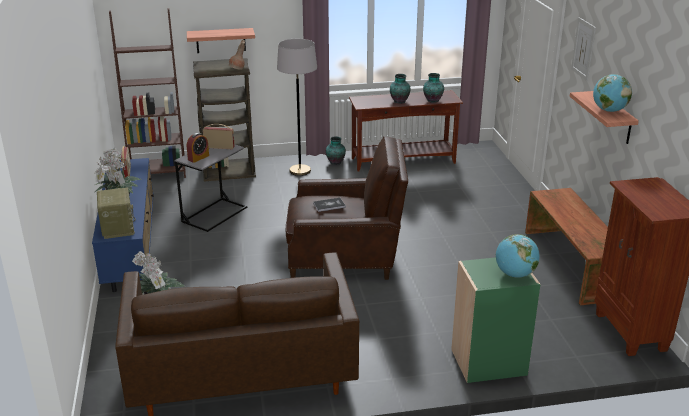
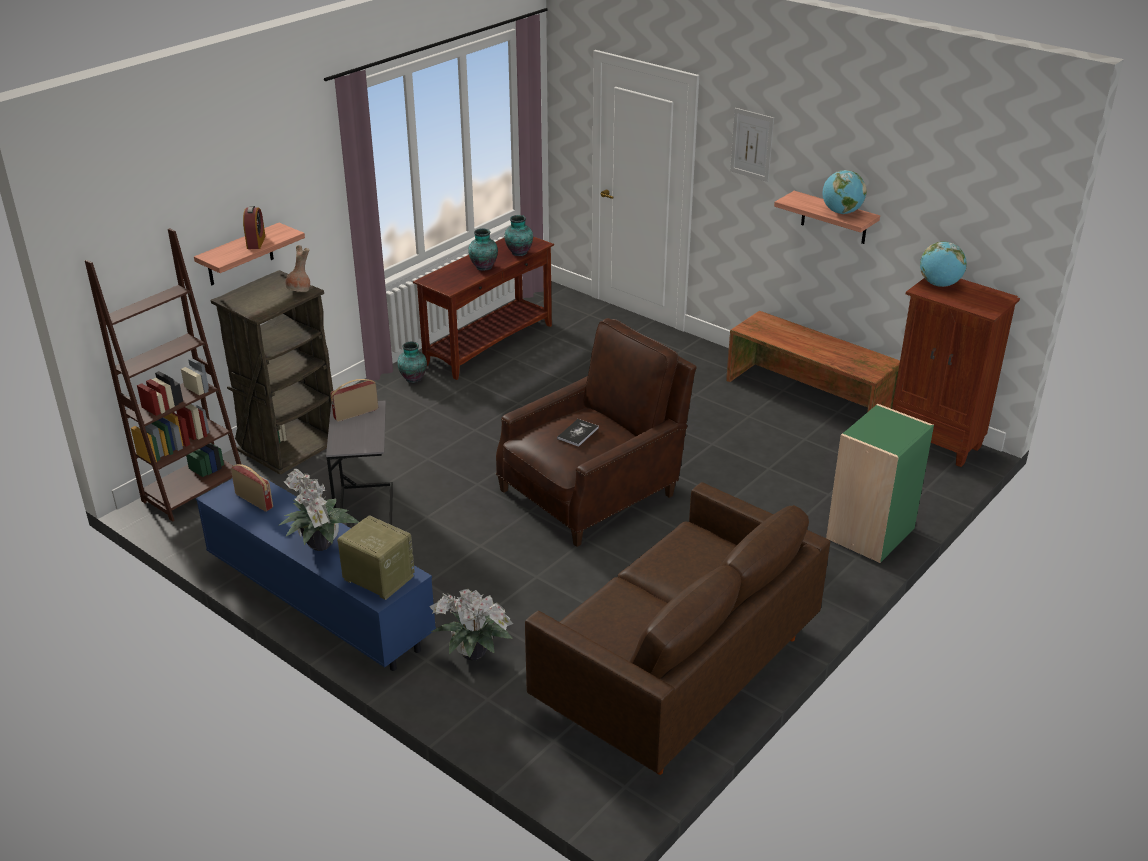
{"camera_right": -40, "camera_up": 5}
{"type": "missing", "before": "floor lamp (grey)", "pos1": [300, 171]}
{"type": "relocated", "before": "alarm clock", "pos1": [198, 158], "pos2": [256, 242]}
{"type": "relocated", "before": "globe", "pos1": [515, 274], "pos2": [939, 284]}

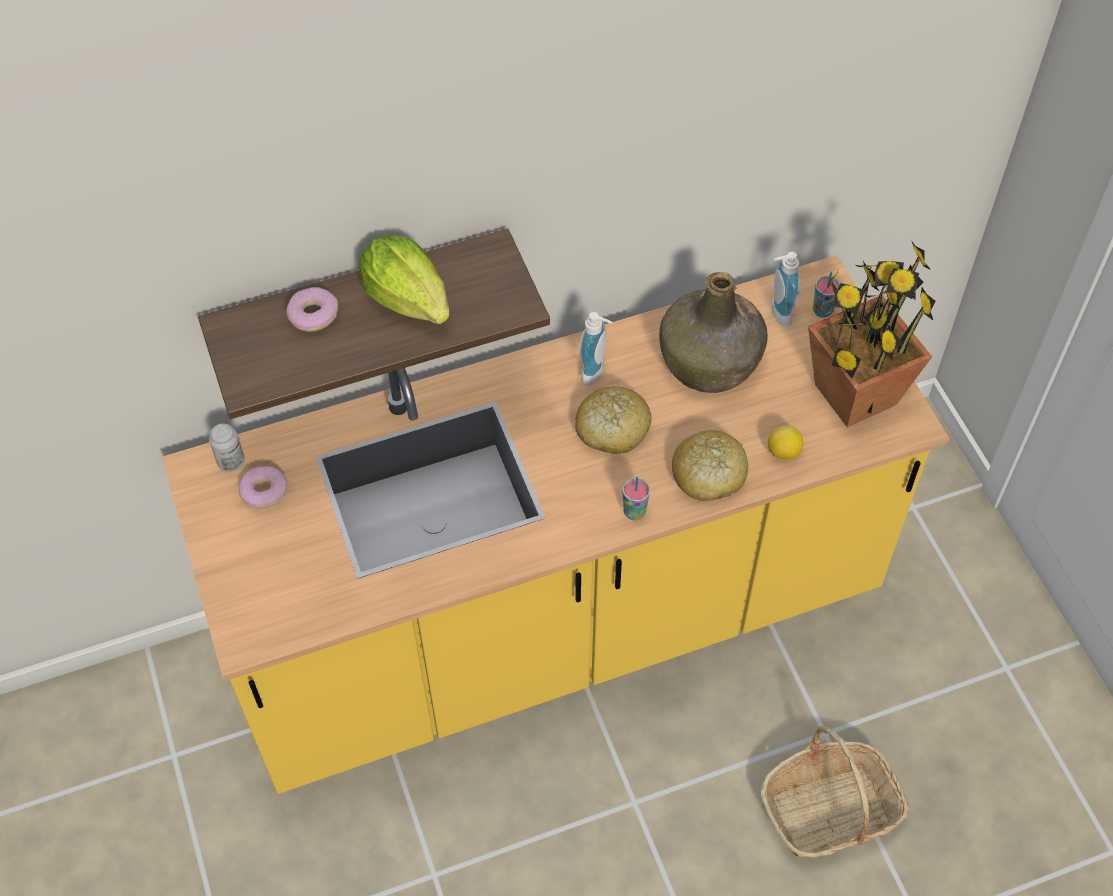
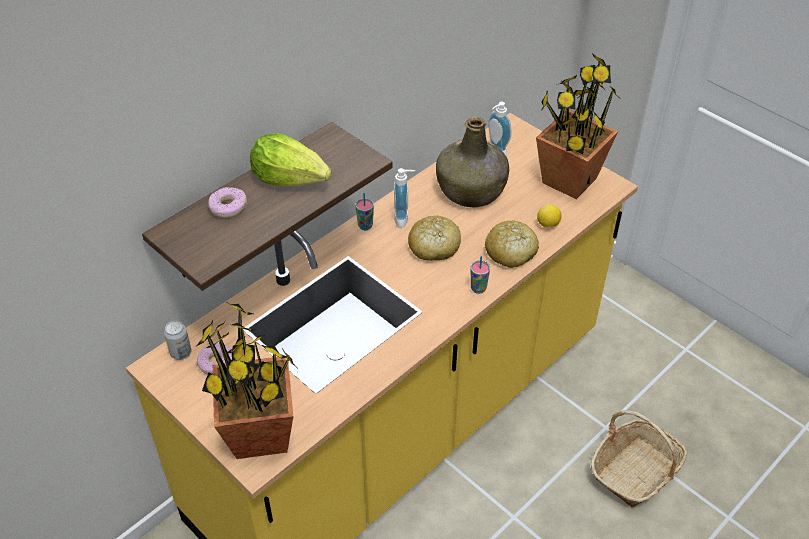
{"camera_right": -25, "camera_up": -10}
{"type": "appeared", "after": "potted plant", "pos2": [261, 434]}
{"type": "relocated", "before": "cup", "pos1": [822, 311], "pos2": [365, 226]}

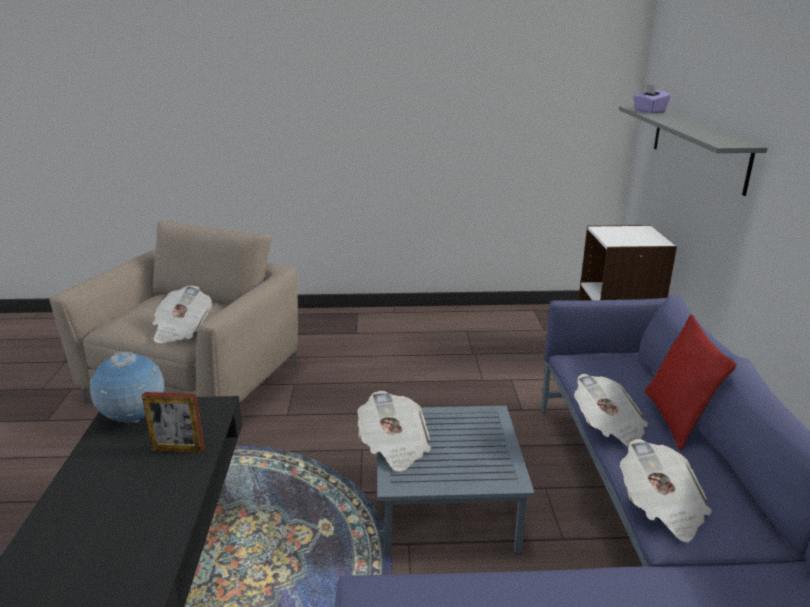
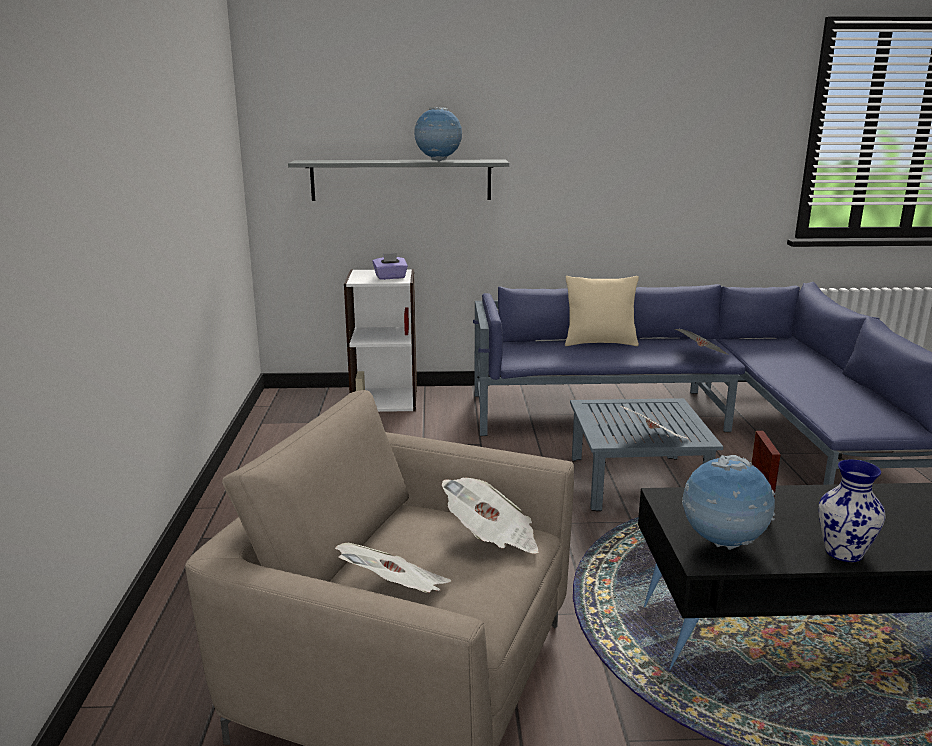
{"camera_right": -90, "camera_up": -5}
{"type": "appeared", "after": "globe", "pos2": [438, 161]}
{"type": "appeared", "after": "vase", "pos2": [845, 553]}
{"type": "relocated", "before": "newspaper", "pos1": [609, 428], "pos2": [396, 593]}
{"type": "relocated", "before": "tissue box (purple)", "pos1": [649, 111], "pos2": [390, 277]}
{"type": "colour", "before": "pillow (red)", "after": "pillow (beige)", "pos1": [675, 419], "pos2": [600, 343]}

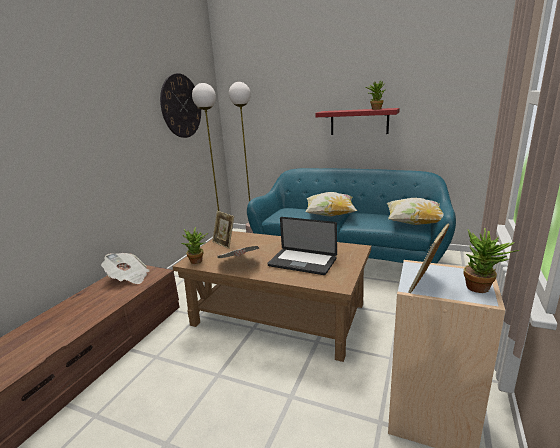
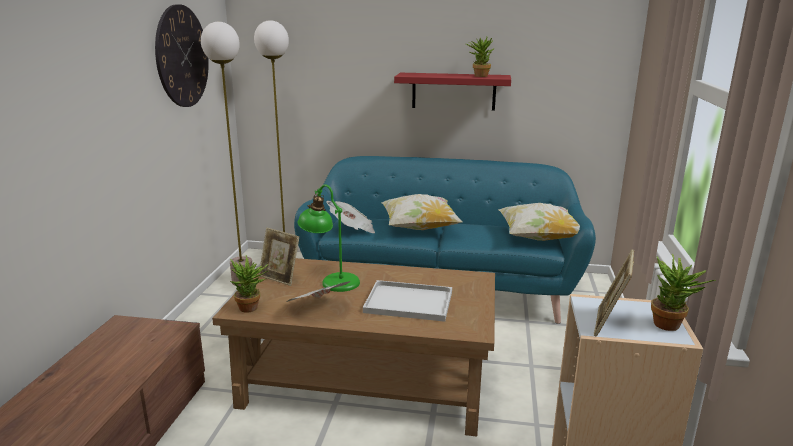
{"camera_right": -15, "camera_up": 0}
{"type": "appeared", "after": "table lamp (green)", "pos2": [329, 278]}
{"type": "relocated", "before": "newspaper", "pos1": [128, 278], "pos2": [352, 229]}
{"type": "exchanged", "before": "laptop", "after": "tray (white)", "pos1": [302, 262], "pos2": [410, 302]}

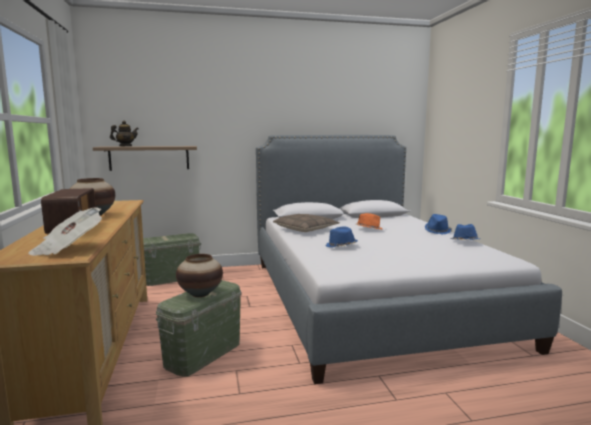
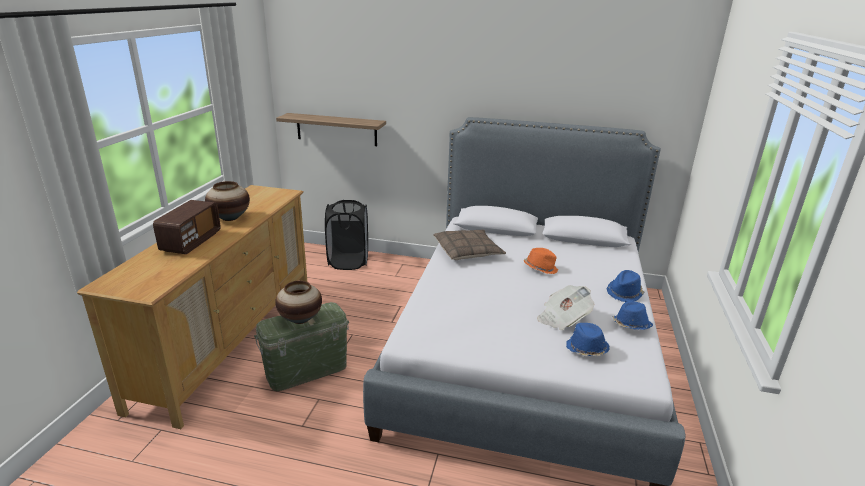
{"camera_right": 25, "camera_up": 15}
{"type": "missing", "before": "teapot", "pos1": [125, 146]}
{"type": "relocated", "before": "newspaper", "pos1": [68, 249], "pos2": [562, 319]}
{"type": "relocated", "before": "hat (blue)", "pos1": [341, 246], "pos2": [586, 349]}
{"type": "exchanged", "before": "storage box (green)", "after": "laundry basket (black)", "pos1": [171, 278], "pos2": [348, 262]}

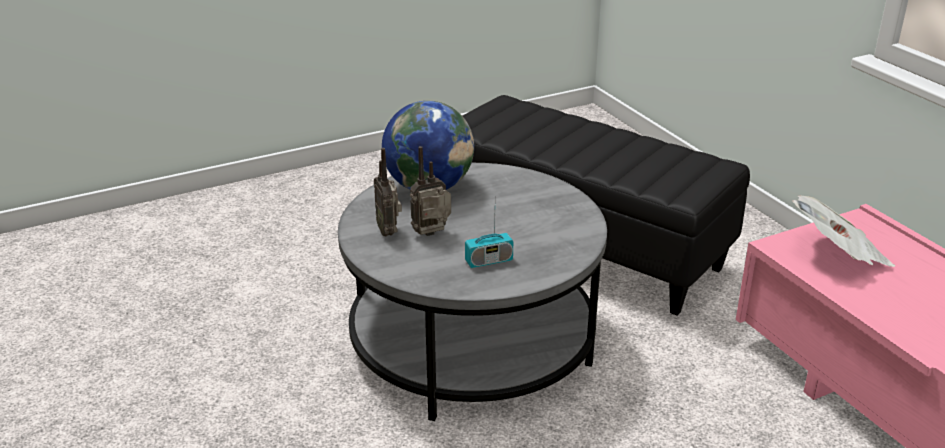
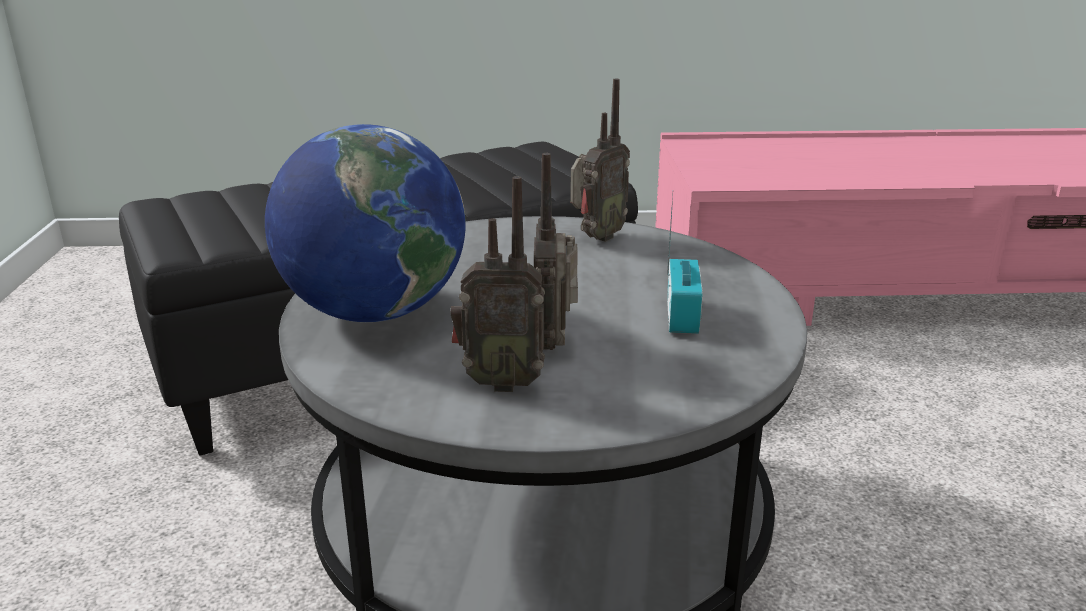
{"camera_right": -65, "camera_up": -5}
{"type": "missing", "before": "newspaper", "pos1": [838, 256]}
{"type": "appeared", "after": "radio", "pos2": [596, 238]}

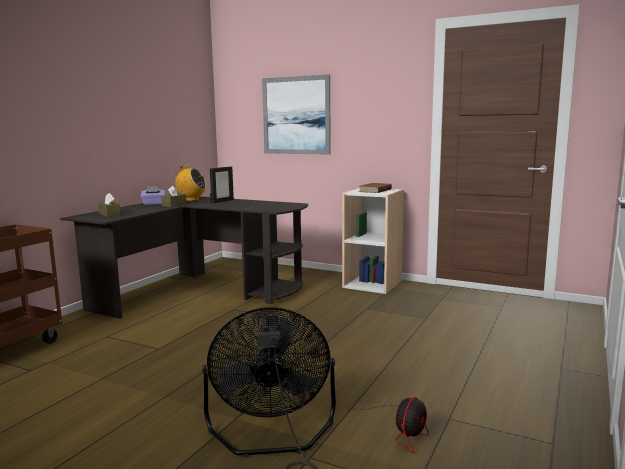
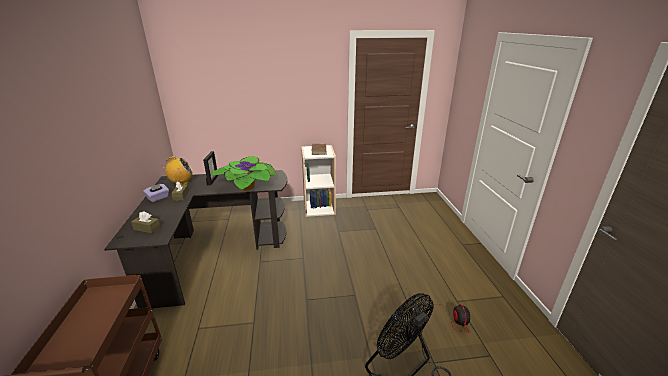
{"camera_right": -35, "camera_up": 15}
{"type": "missing", "before": "picture", "pos1": [296, 115]}
{"type": "appeared", "after": "potted plant", "pos2": [248, 187]}

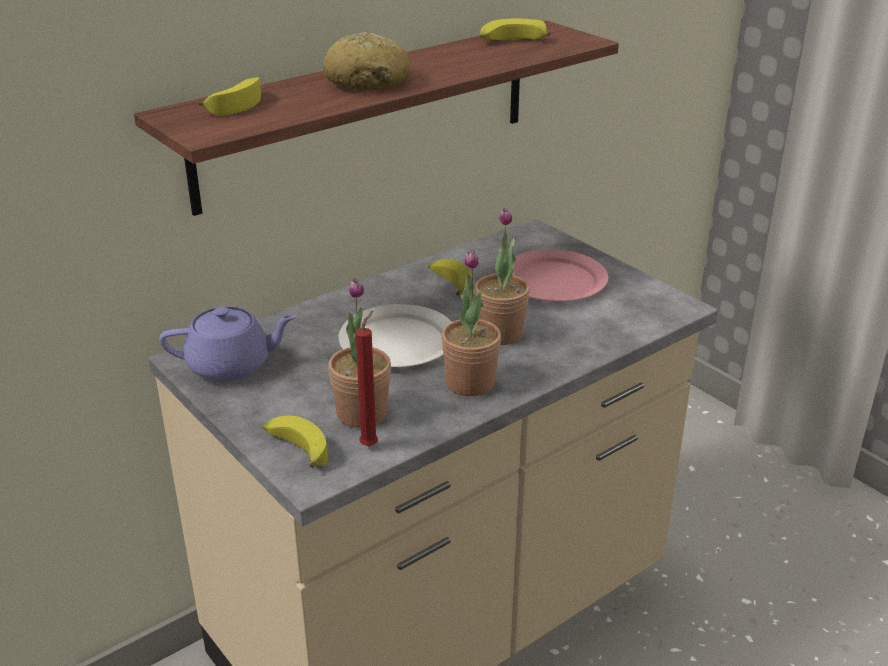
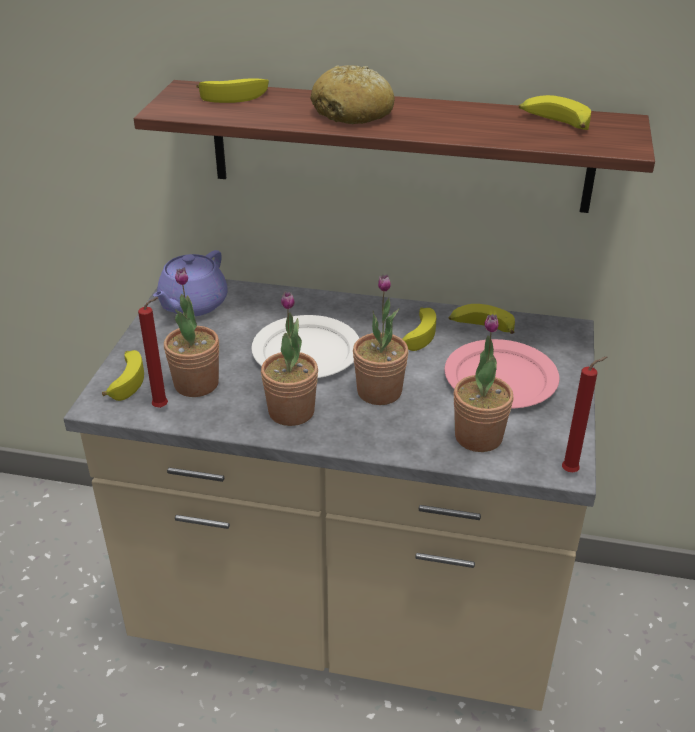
{"camera_right": 50, "camera_up": 5}
{"type": "appeared", "after": "banana", "pos2": [480, 327]}
{"type": "appeared", "after": "potted plant", "pos2": [478, 437]}
{"type": "appeared", "after": "candle (red)", "pos2": [572, 471]}
{"type": "spun", "before": "teapot (purple)", "pos1": [231, 365], "pos2": [192, 305], "turn": 75}

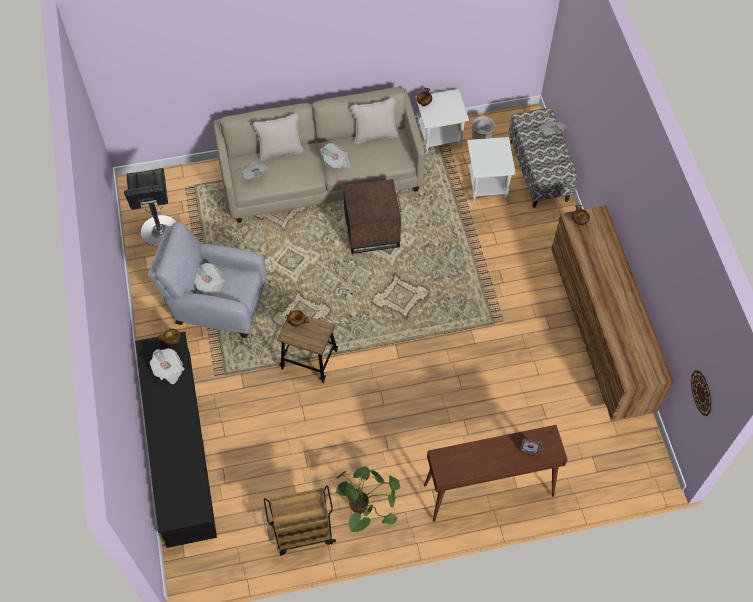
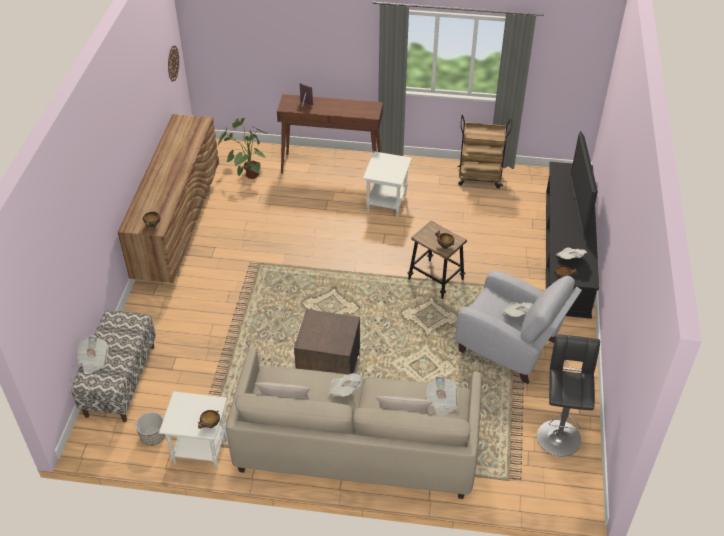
{"camera_right": -160, "camera_up": -15}
{"type": "appeared", "after": "television", "pos2": [577, 209]}
{"type": "relocated", "before": "potted plant", "pos1": [367, 509], "pos2": [247, 172]}
{"type": "relocated", "before": "side table (white)", "pos1": [487, 187], "pos2": [386, 203]}

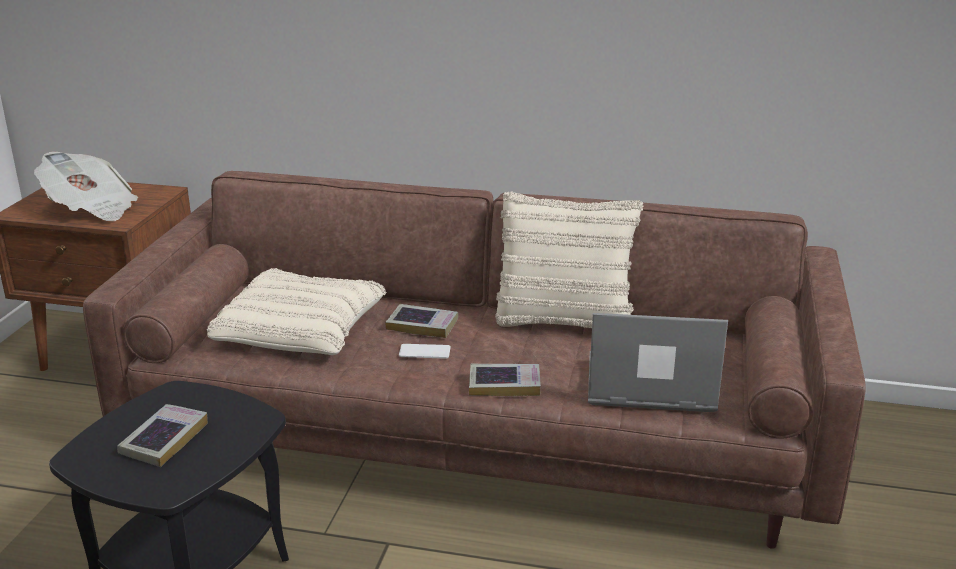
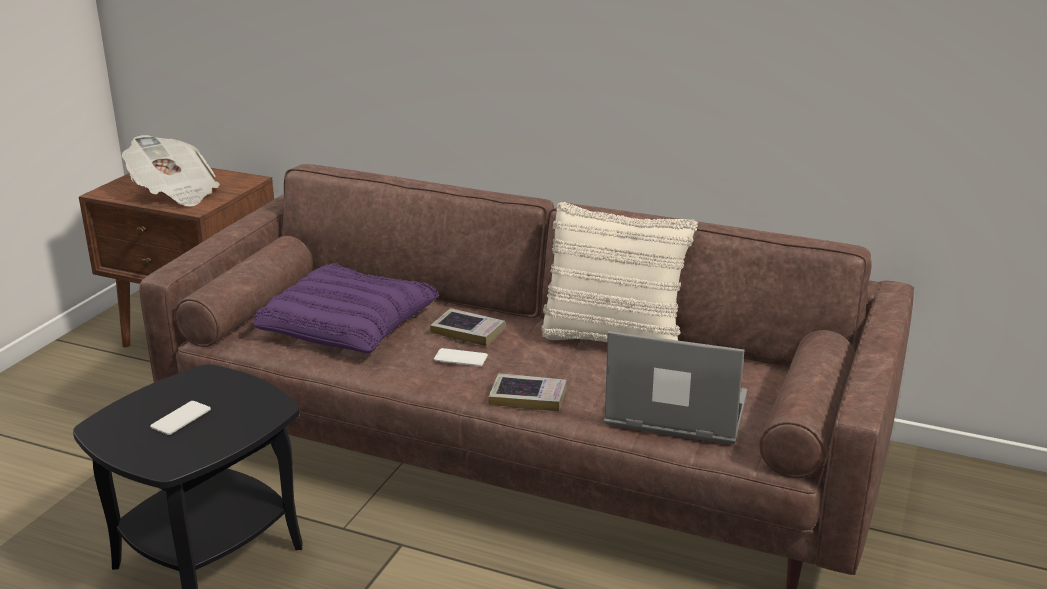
{"camera_right": 10, "camera_up": 0}
{"type": "exchanged", "before": "book", "after": "phone", "pos1": [164, 440], "pos2": [181, 419]}
{"type": "colour", "before": "pillow (beige)", "after": "pillow (purple)", "pos1": [301, 329], "pos2": [349, 326]}

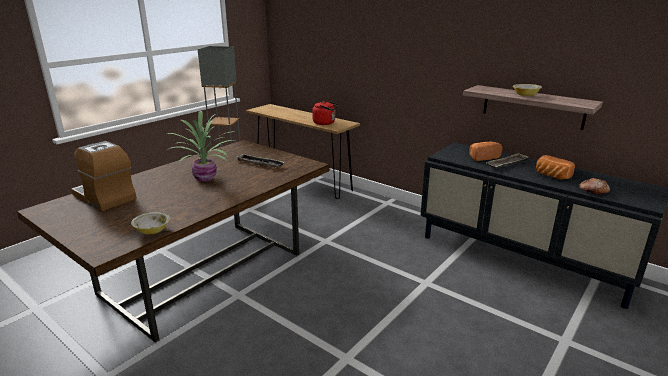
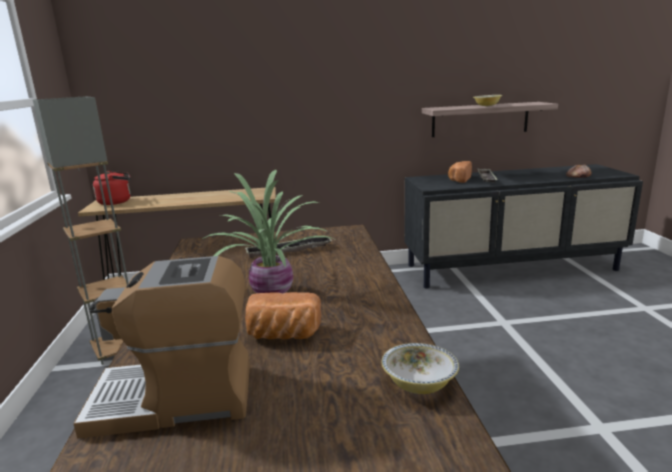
{"camera_right": -45, "camera_up": -5}
{"type": "relocated", "before": "kettle (red)", "pos1": [325, 123], "pos2": [117, 202]}
{"type": "relocated", "before": "bread", "pos1": [551, 176], "pos2": [283, 335]}

